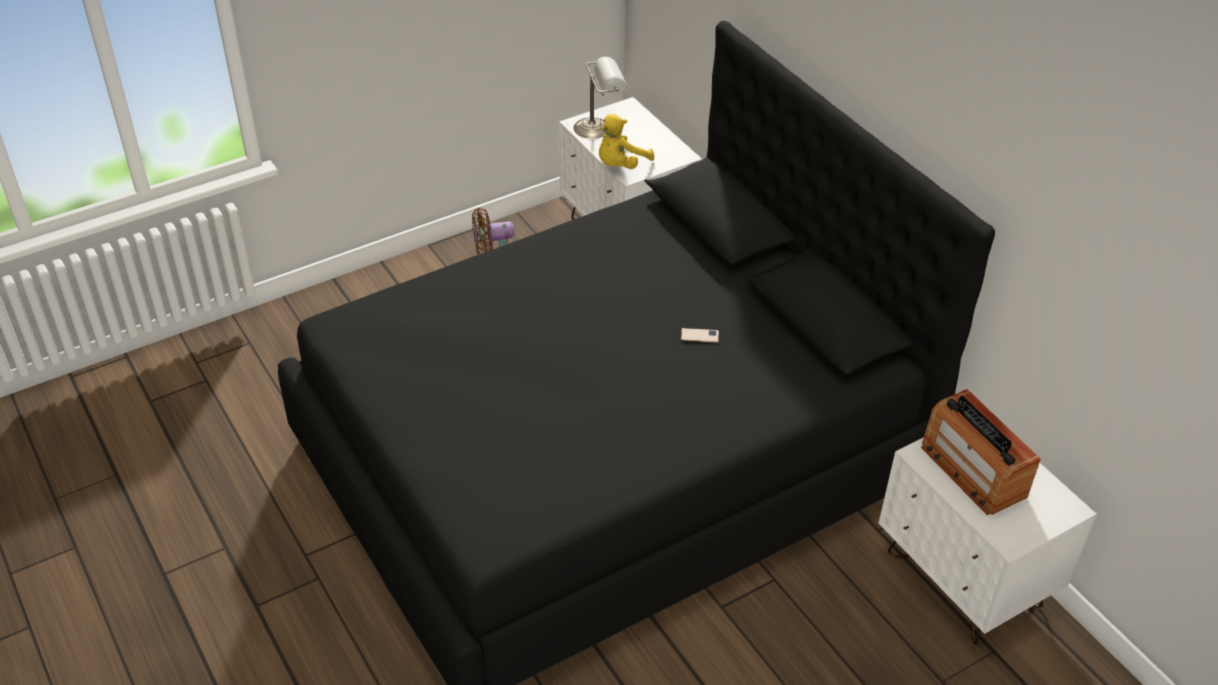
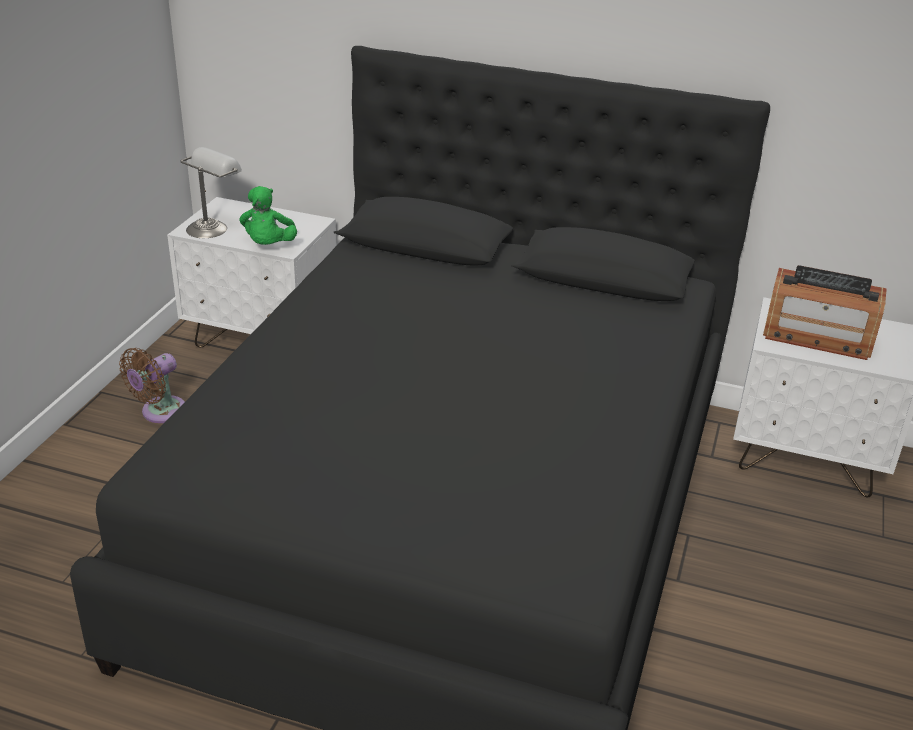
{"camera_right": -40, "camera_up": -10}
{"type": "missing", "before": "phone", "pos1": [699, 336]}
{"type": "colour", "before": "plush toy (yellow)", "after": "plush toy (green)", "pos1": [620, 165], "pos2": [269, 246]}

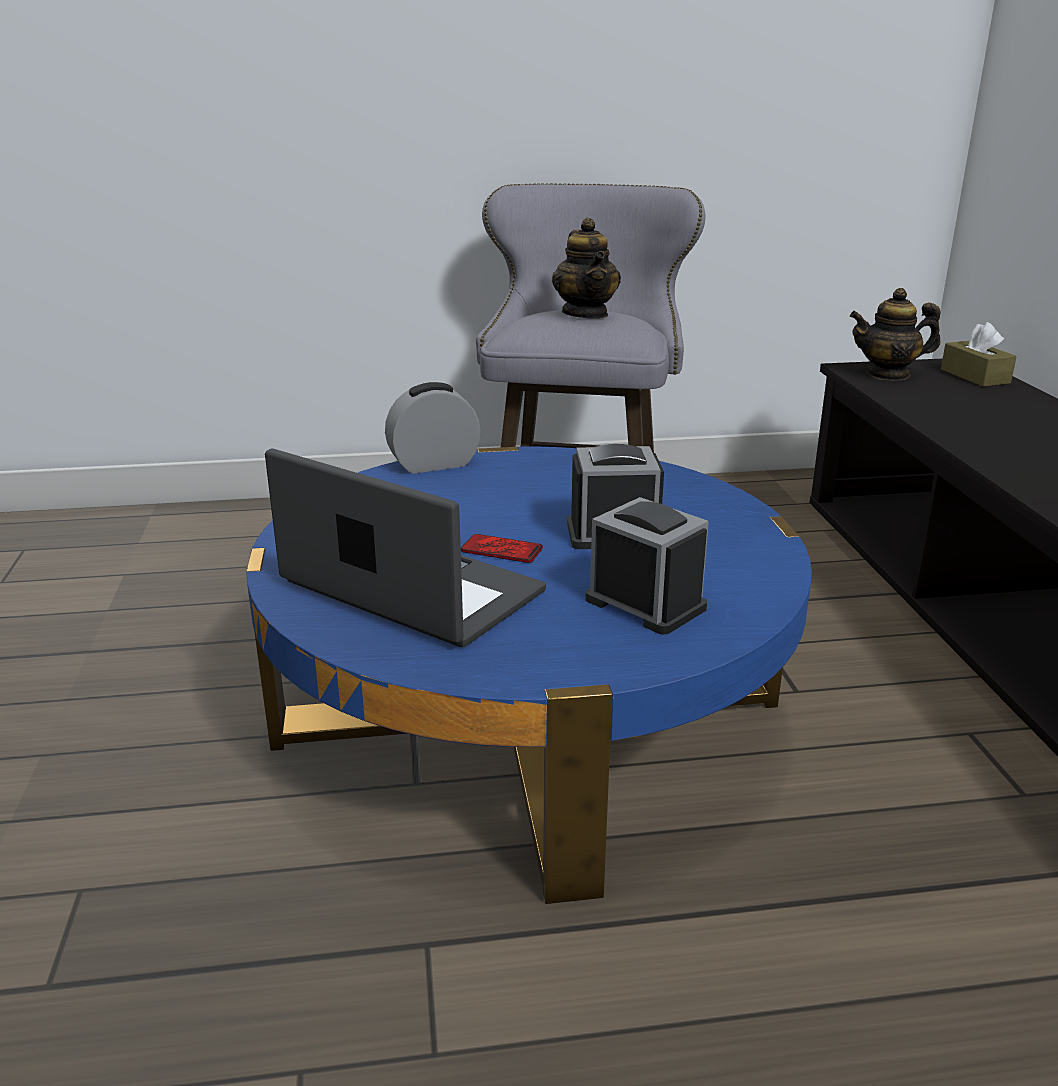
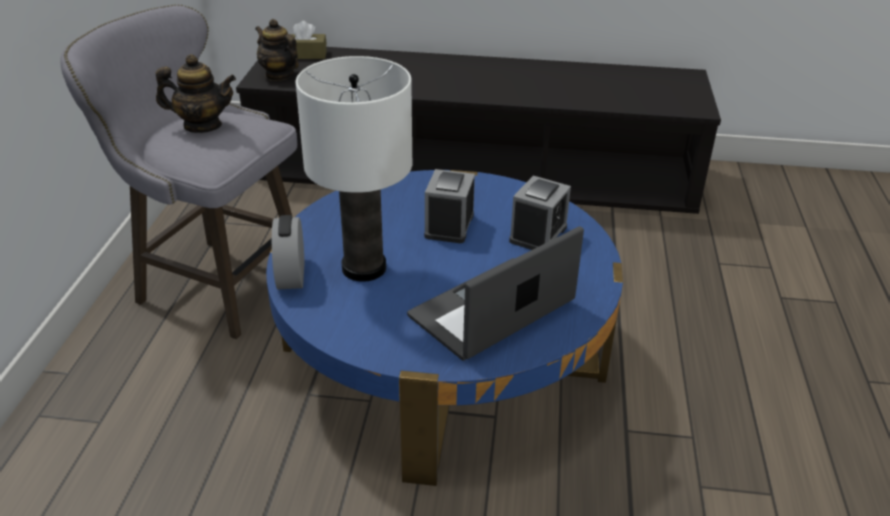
{"camera_right": -75, "camera_up": 10}
{"type": "missing", "before": "phone", "pos1": [501, 550]}
{"type": "appeared", "after": "table lamp (white)", "pos2": [363, 268]}
{"type": "spun", "before": "alarm clock", "pos1": [645, 604], "pos2": [538, 234], "turn": 150}
{"type": "spun", "before": "teapot", "pos1": [888, 374], "pos2": [279, 75], "turn": 120}

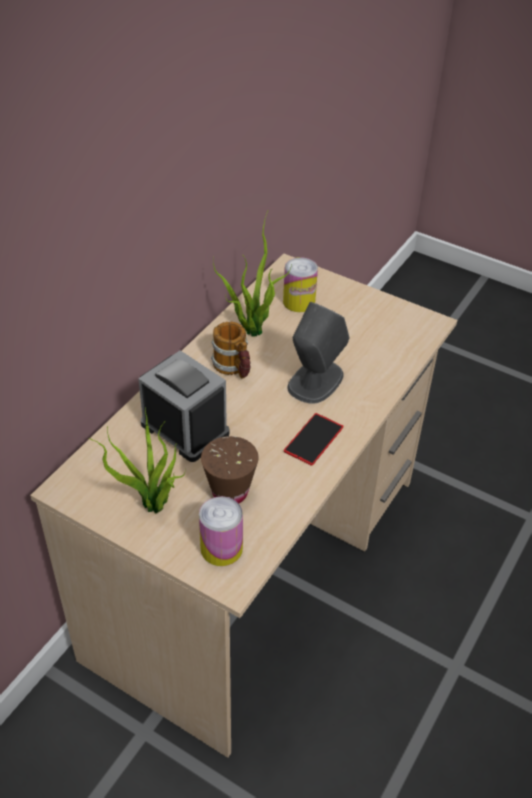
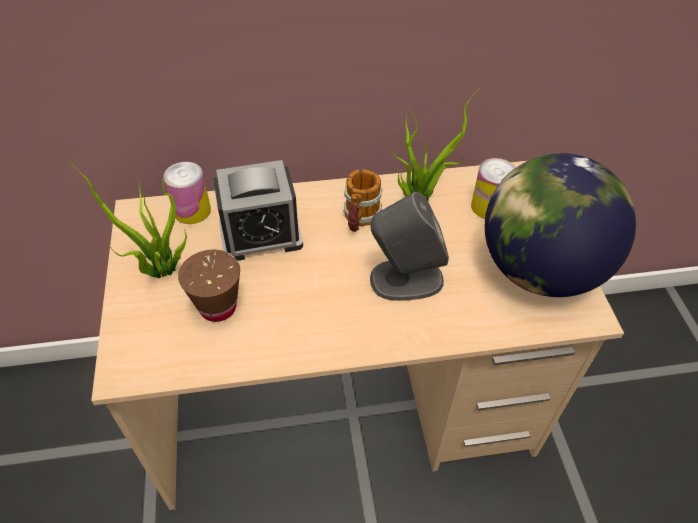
{"camera_right": 50, "camera_up": 5}
{"type": "missing", "before": "phone", "pos1": [314, 439]}
{"type": "appeared", "after": "globe", "pos2": [539, 270]}
{"type": "relocated", "before": "can", "pos1": [221, 548], "pos2": [192, 211]}
{"type": "spun", "before": "alarm clock", "pos1": [185, 428], "pos2": [260, 235], "turn": 75}

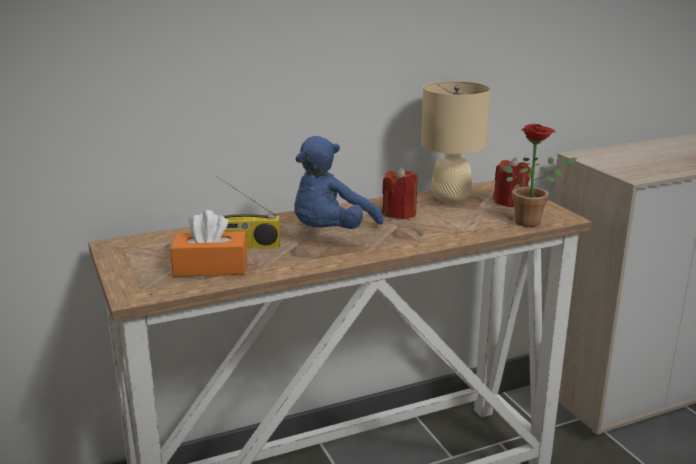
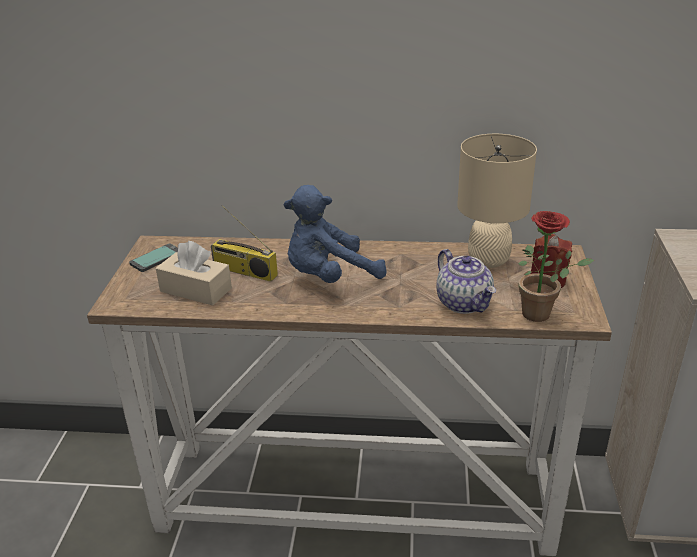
{"camera_right": 30, "camera_up": 10}
{"type": "missing", "before": "candle (red)", "pos1": [399, 213]}
{"type": "appeared", "after": "phone", "pos2": [156, 258]}
{"type": "appeared", "after": "teapot", "pos2": [464, 303]}
{"type": "colour", "before": "tissue box (orange)", "after": "tissue box (beige)", "pos1": [210, 267], "pos2": [196, 290]}

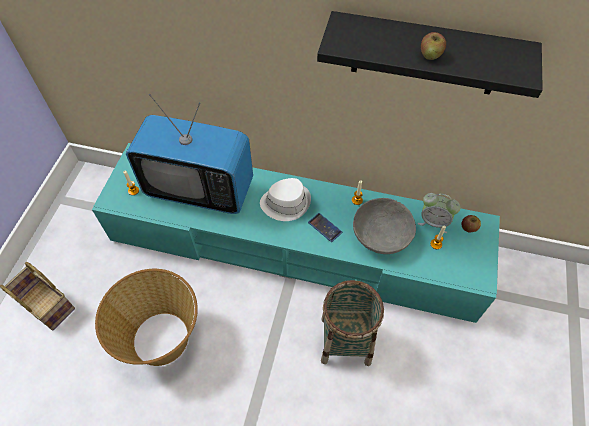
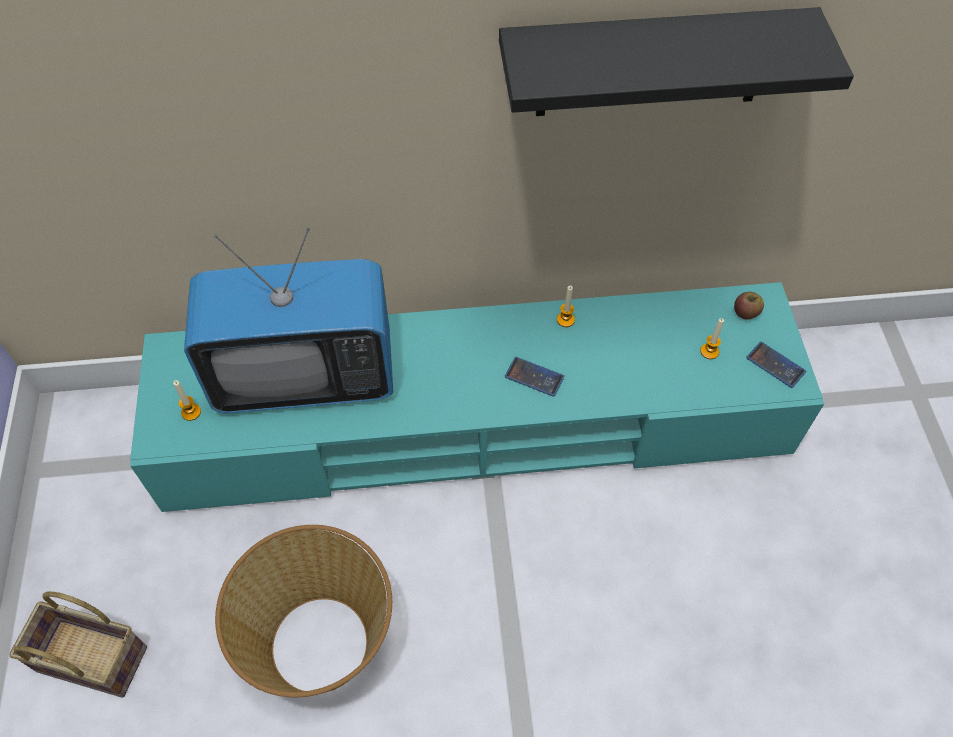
{"camera_right": -20, "camera_up": 0}
{"type": "missing", "before": "hat (white)", "pos1": [286, 202]}
{"type": "missing", "before": "basket", "pos1": [345, 340]}
{"type": "missing", "before": "bowl (grey)", "pos1": [380, 235]}
{"type": "missing", "before": "alarm clock", "pos1": [434, 222]}
{"type": "missing", "before": "apple", "pos1": [430, 55]}
{"type": "appeared", "after": "phone", "pos2": [775, 365]}

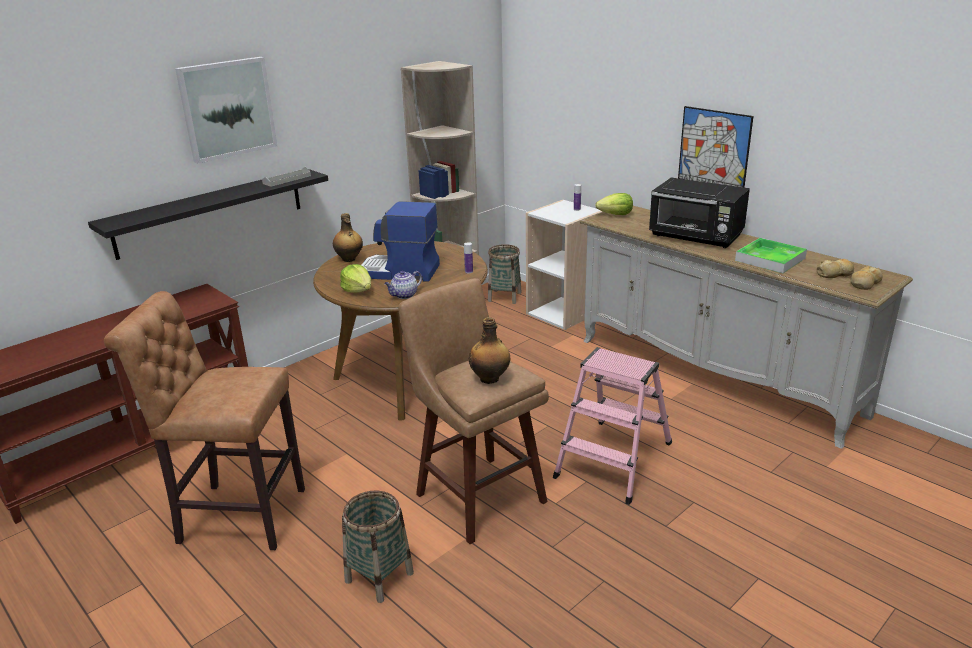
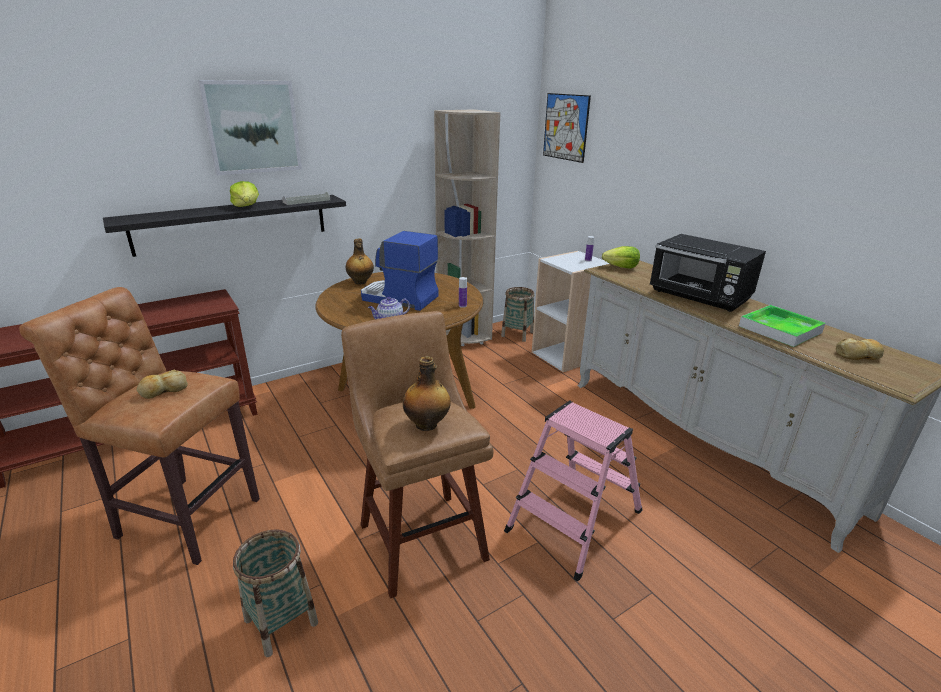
{"camera_right": 10, "camera_up": 0}
{"type": "relocated", "before": "lettuce", "pos1": [358, 290], "pos2": [246, 206]}
{"type": "relocated", "before": "picture", "pos1": [714, 148], "pos2": [565, 127]}
{"type": "relocated", "before": "bread", "pos1": [864, 283], "pos2": [163, 390]}

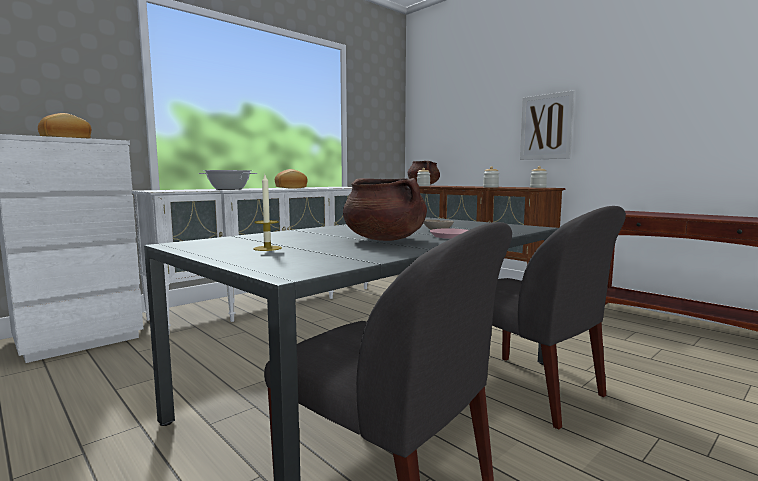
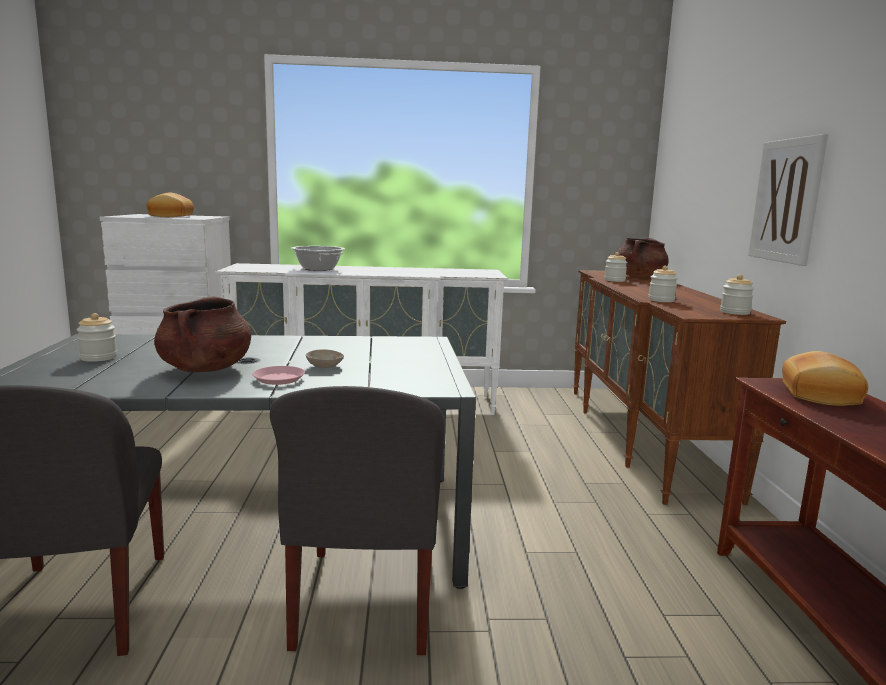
{"camera_right": 40, "camera_up": 5}
{"type": "relocated", "before": "bread", "pos1": [290, 188], "pos2": [817, 394]}
{"type": "exchanged", "before": "candle", "after": "jar", "pos1": [267, 248], "pos2": [98, 357]}

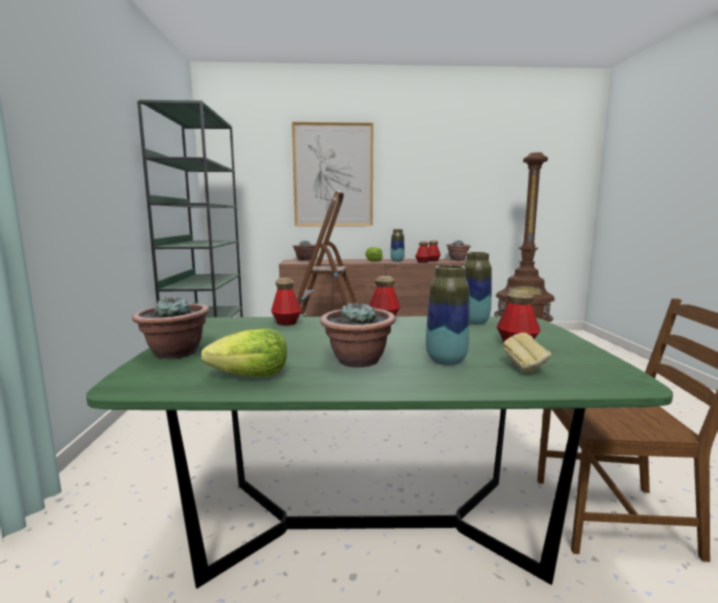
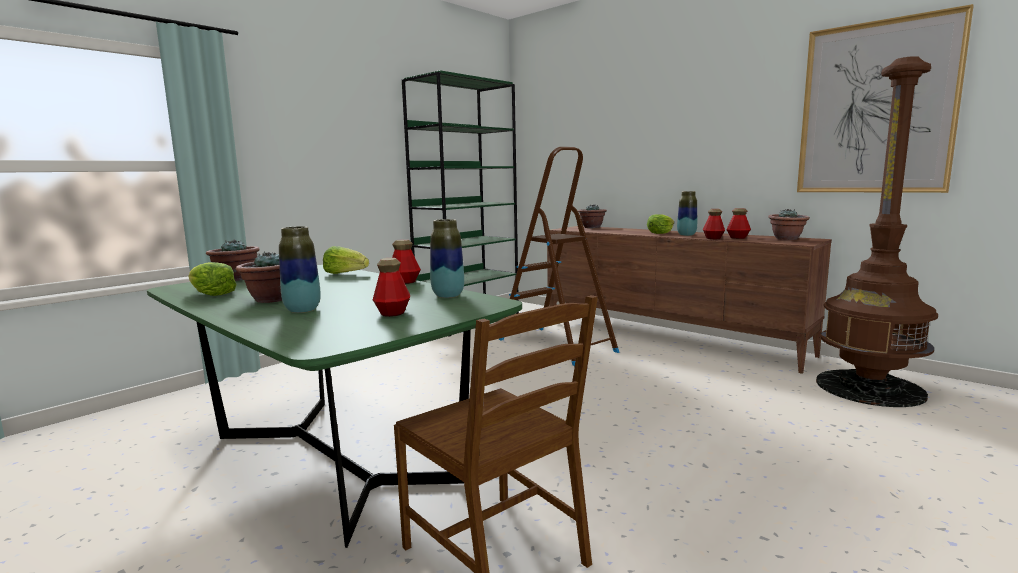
{"camera_right": 45, "camera_up": 0}
{"type": "missing", "before": "bread", "pos1": [525, 368]}
{"type": "relocated", "before": "picture", "pos1": [333, 175], "pos2": [876, 108]}
{"type": "exchanged", "before": "bottle", "after": "lettuce", "pos1": [286, 323], "pos2": [345, 274]}

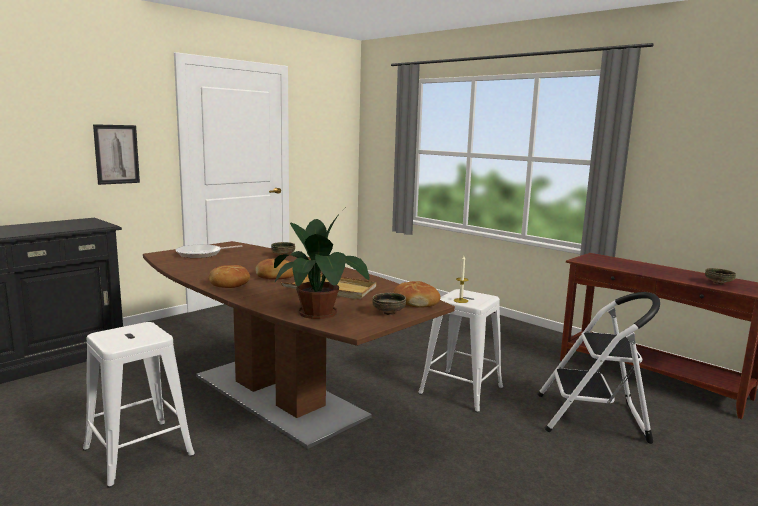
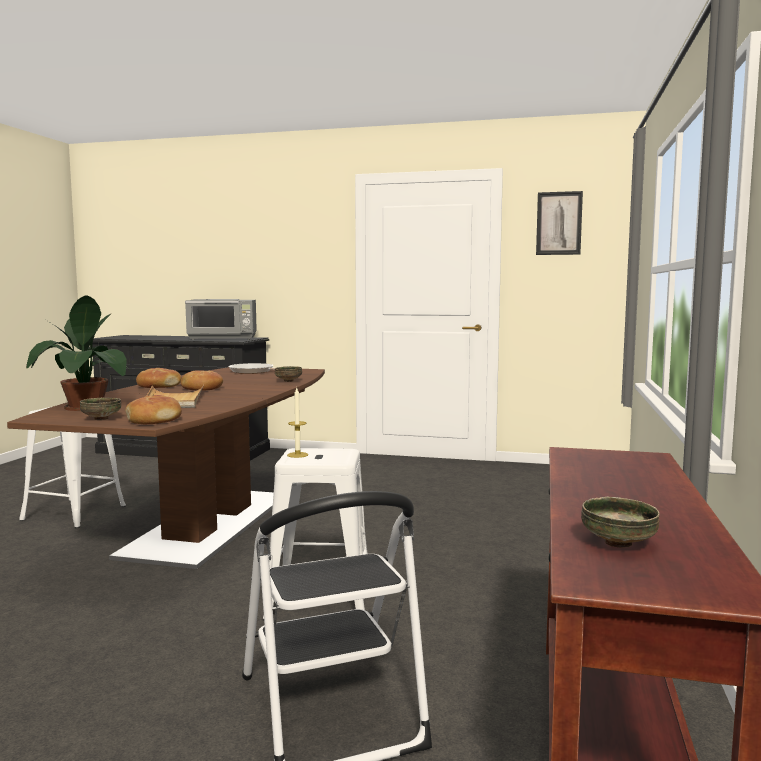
{"camera_right": 60, "camera_up": -5}
{"type": "appeared", "after": "microwave (grey)", "pos2": [223, 338]}
{"type": "relocated", "before": "picture", "pos1": [116, 154], "pos2": [559, 223]}

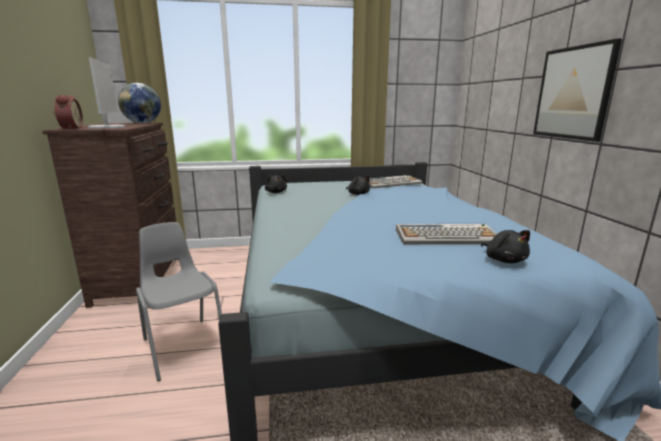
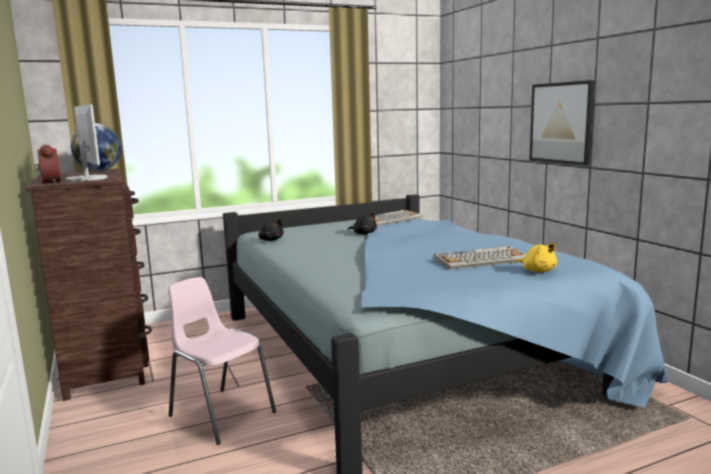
{"camera_right": -15, "camera_up": -5}
{"type": "colour", "before": "chair (grey)", "after": "chair (pink)", "pos1": [184, 346], "pos2": [221, 414]}
{"type": "colour", "before": "plush toy (black)", "after": "plush toy (yellow)", "pos1": [504, 260], "pos2": [537, 271]}

